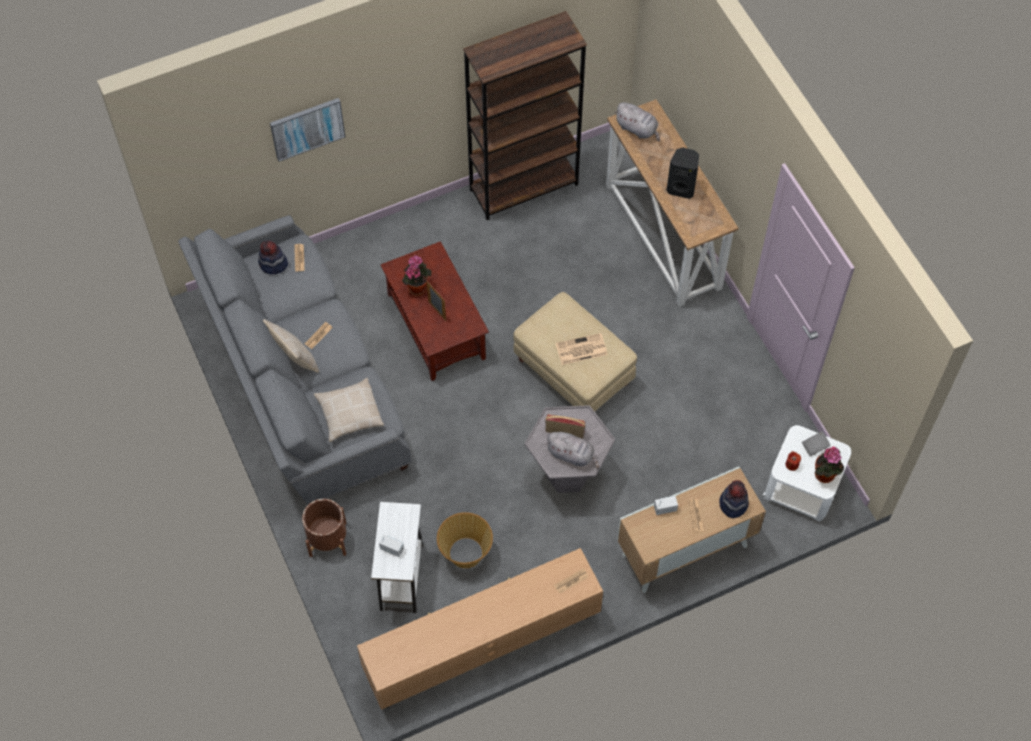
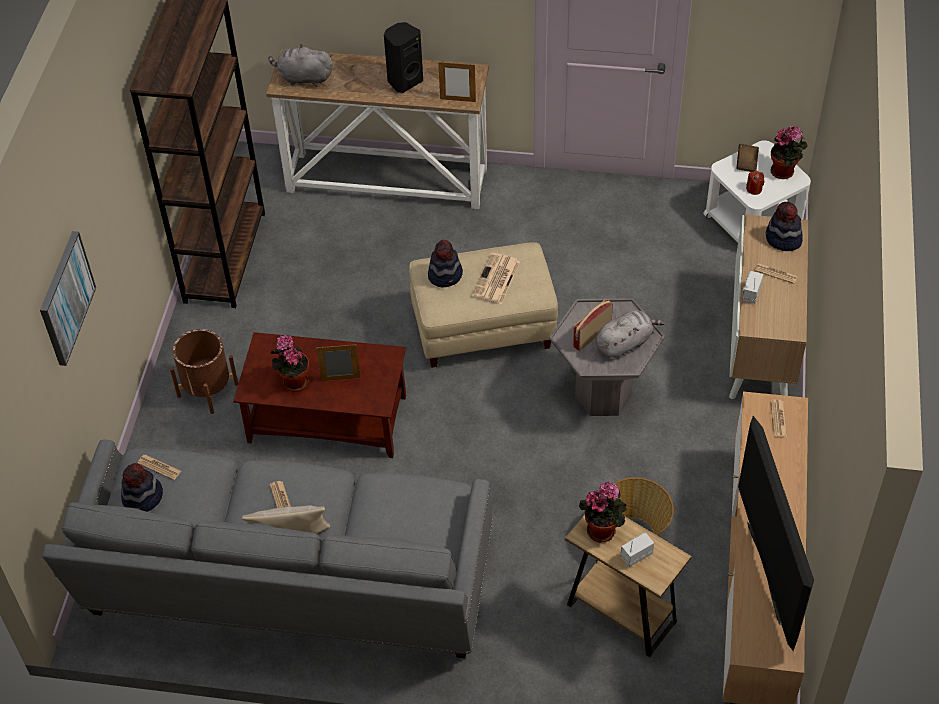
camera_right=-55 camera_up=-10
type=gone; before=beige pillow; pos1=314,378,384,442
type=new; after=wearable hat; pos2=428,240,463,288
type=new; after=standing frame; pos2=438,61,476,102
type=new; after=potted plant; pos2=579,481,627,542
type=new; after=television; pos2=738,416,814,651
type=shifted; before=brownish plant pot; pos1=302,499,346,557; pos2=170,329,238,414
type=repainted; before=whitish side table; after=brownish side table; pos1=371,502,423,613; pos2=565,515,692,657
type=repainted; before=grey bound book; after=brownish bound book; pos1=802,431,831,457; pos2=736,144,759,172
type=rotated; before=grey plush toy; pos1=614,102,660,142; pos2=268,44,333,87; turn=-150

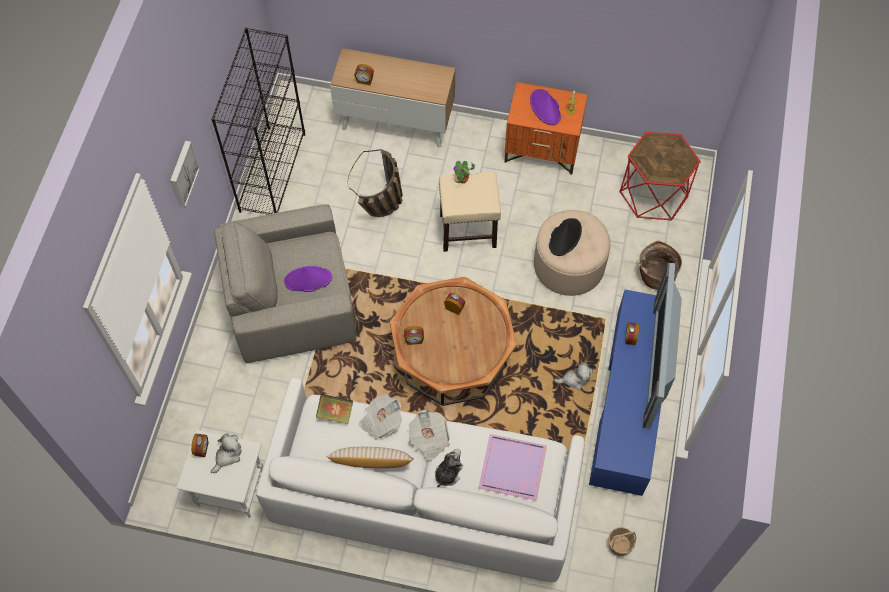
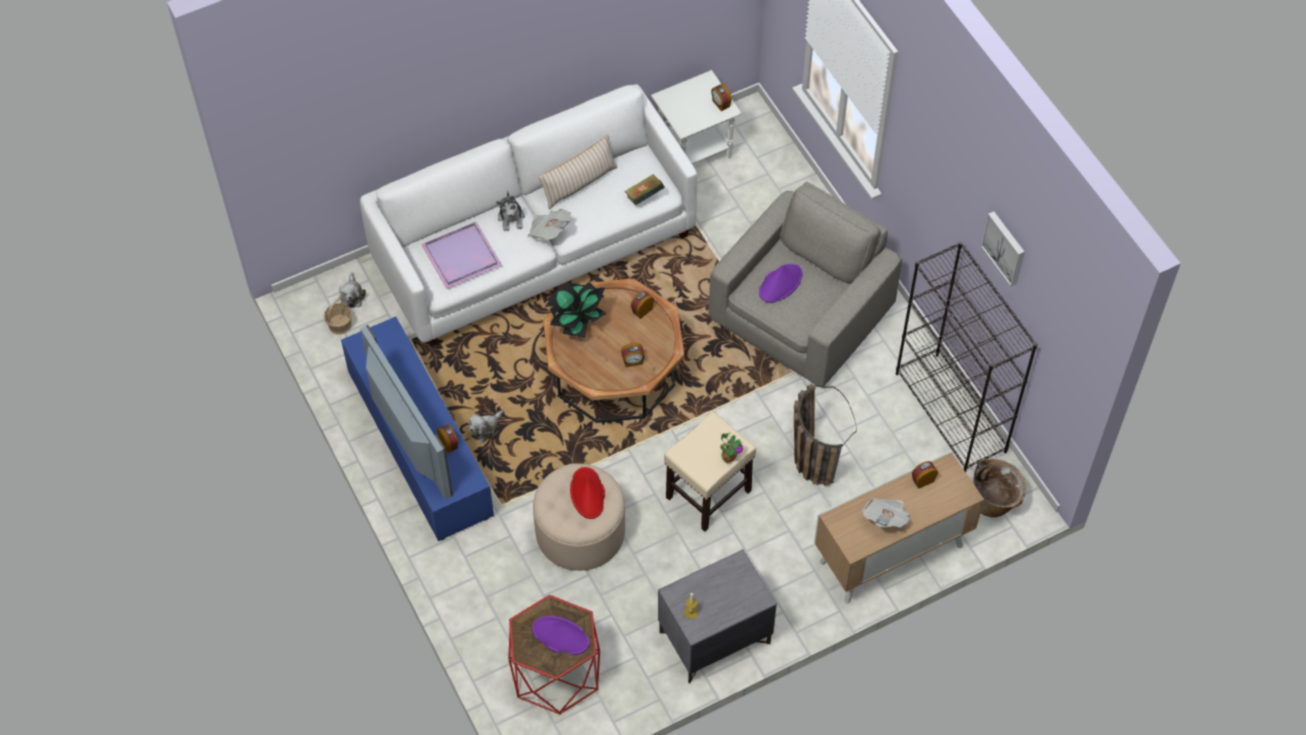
camera_right=140 camera_up=-5
type=new; after=potted plant; pos2=547,281,606,338
type=shifted; before=wall picture; pos1=170,141,200,207; pos2=981,211,1025,286
type=shifted; before=plush toy; pos1=211,433,242,473; pos2=339,272,366,308
type=shifted; before=daily paper; pos1=359,394,402,440; pos2=862,498,910,527
type=shifted; before=purple-coloured wearable hat; pos1=530,89,561,125; pos2=532,616,589,655
type=shifted; before=household basket; pos1=639,241,682,290; pos2=973,459,1026,518
type=repainted; before=orange night table; after=grey night table; pos1=504,82,588,175; pos2=658,549,777,684
type=repainted; before=black-coloured wearable hat; after=reddish wearable hat; pos1=549,218,582,256; pos2=570,467,605,519

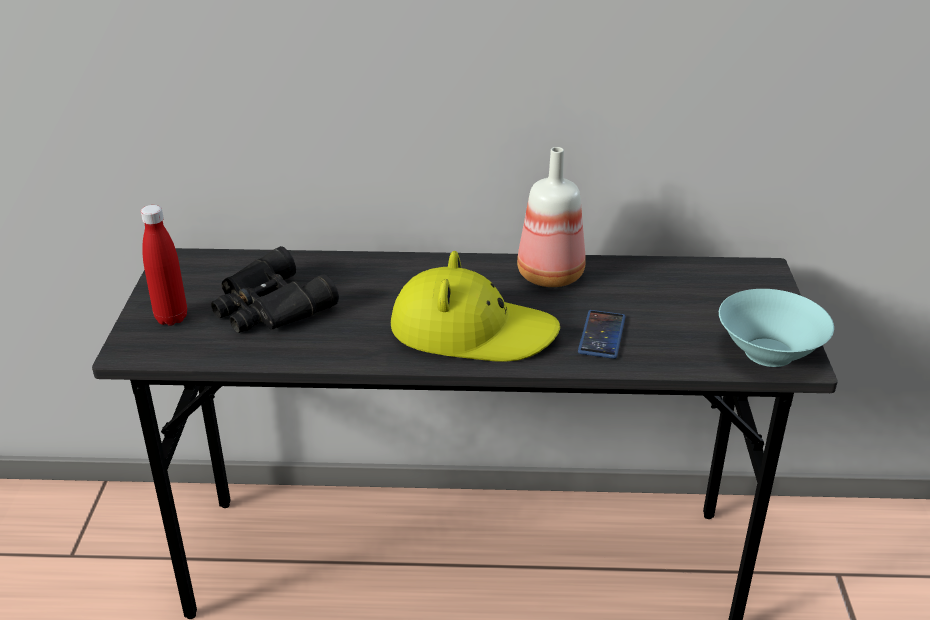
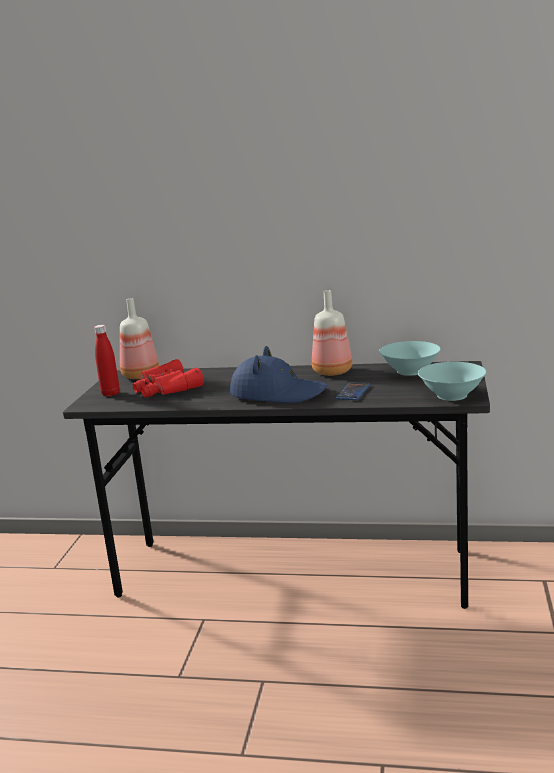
camera_right=10 camera_up=-15
type=new; after=bottle; pos2=120,298,159,379
type=new; after=turquoise-coloured serving bowl; pos2=379,341,441,376
type=repainted; before=black-coloured binoculars; after=reddish binoculars; pos1=211,246,339,333; pos2=132,359,204,397
type=repainted; before=yellowish wearable hat; after=blue-coloured wearable hat; pos1=391,251,560,362; pos2=230,346,328,403

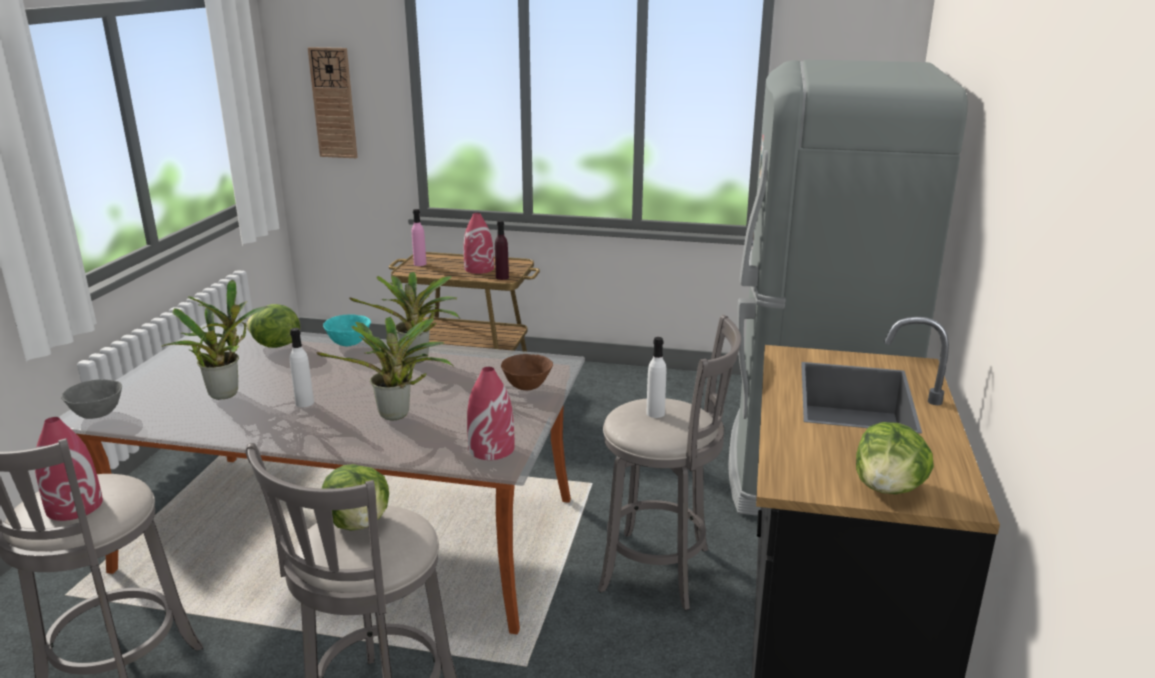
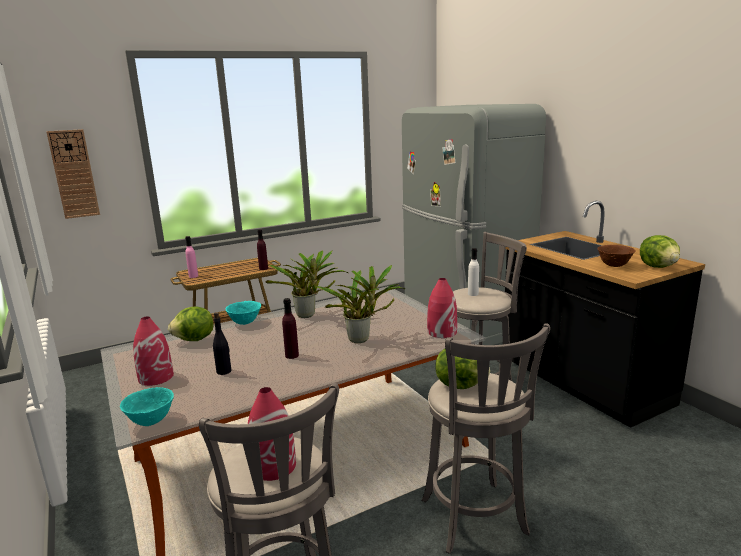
camera_right=-40 camera_up=-5
type=shifted; before=reddish flower vase; pos1=464,213,494,274; pos2=133,317,174,386
type=shifted; before=brownish serving bowl; pos1=501,354,553,390; pos2=597,245,635,267
type=swapped; before=potted plant; after=black-coloured bottle; pos1=161,280,268,400; pos2=213,312,231,375
type=repainted; before=grey serving bowl; after=turquoise-coloured serving bowl; pos1=61,379,122,419; pos2=120,387,174,426
type=repainted; before=whitish bottle; after=purple-coloured bottle; pos1=290,328,314,407; pos2=282,298,299,359

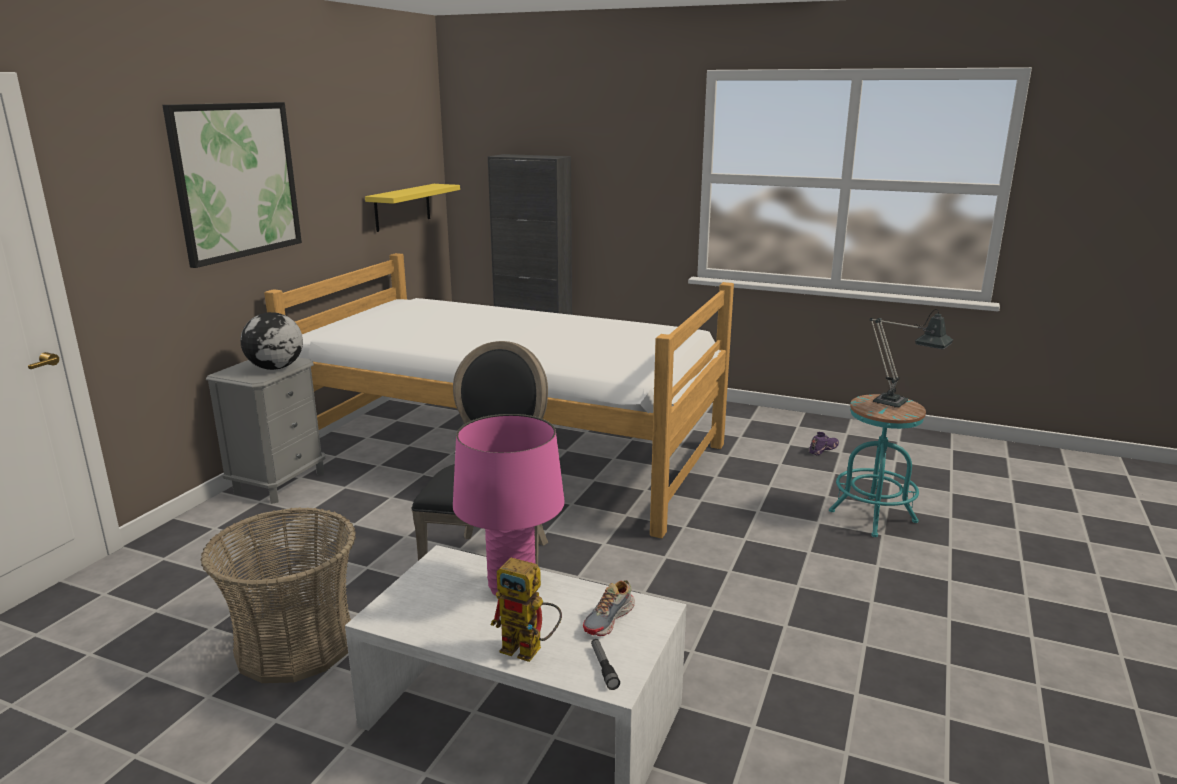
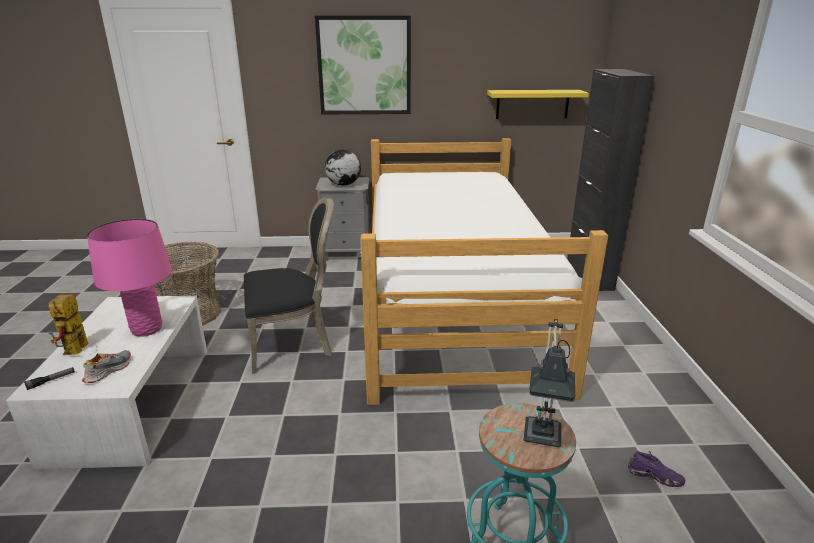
camera_right=65 camera_up=5
type=rotated; before=item of footwear; pos1=583,580,635,636; pos2=82,350,131,383; turn=105

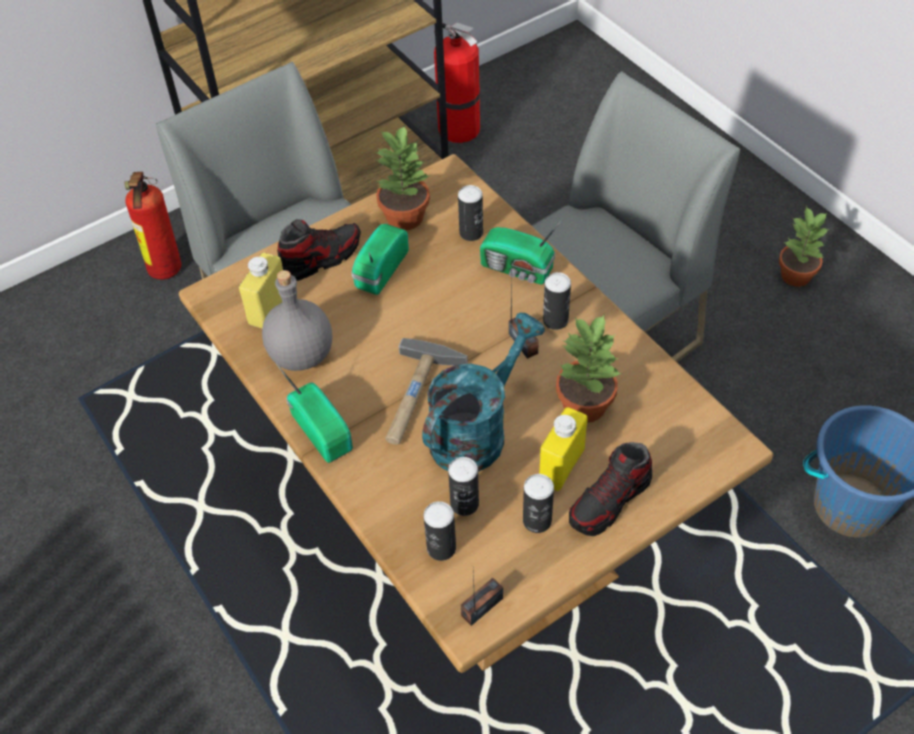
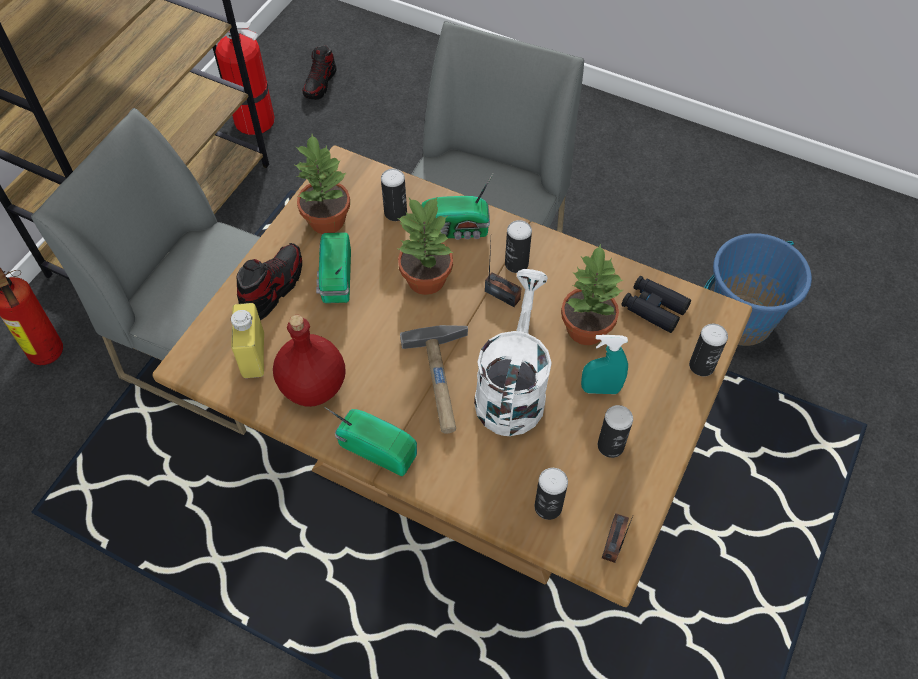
camera_right=-30 camera_up=5
type=new; after=black-coloured binoculars; pos2=621,276,691,333
type=shifted; before=sealed can; pos1=448,457,479,516; pos2=689,324,728,376
type=shifted; before=item of footwear; pos1=569,442,652,536; pos2=302,45,336,100
type=shifted; before=potted plant; pos1=779,206,829,287; pos2=397,196,454,295
type=swapped; before=yellowish bottle; after=turquoise-coloured sprayer; pos1=539,407,587,491; pos2=581,335,628,394
type=repainted; before=grey bottle; after=reddish bottle; pos1=262,270,332,371; pos2=273,315,345,407
type=repainted; before=turquoise-coloured watering pot; after=whitish watering pot; pos1=422,313,545,472; pos2=474,269,552,436

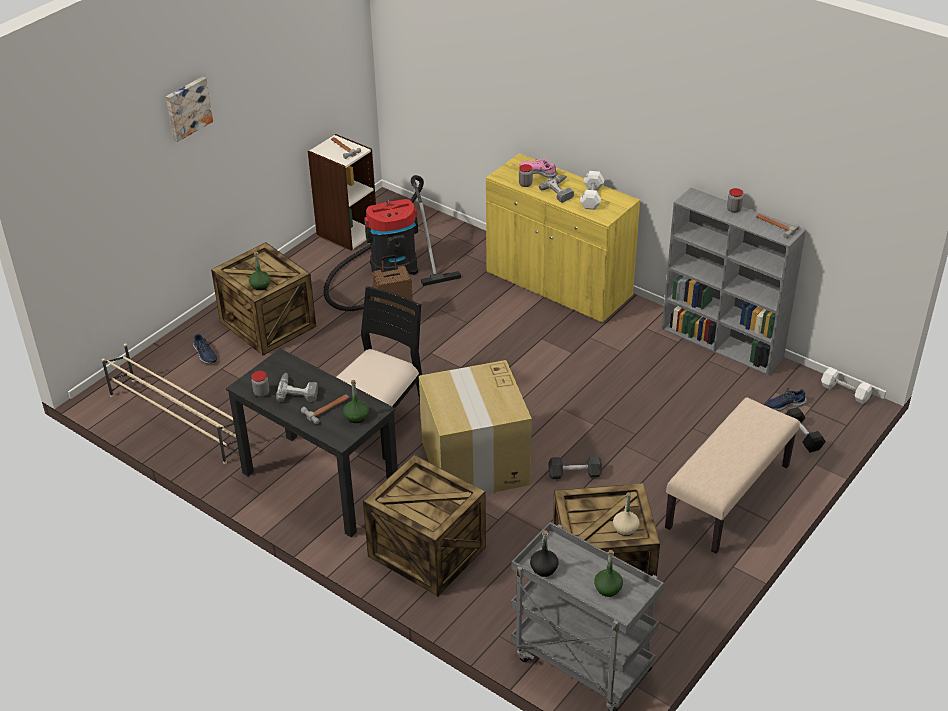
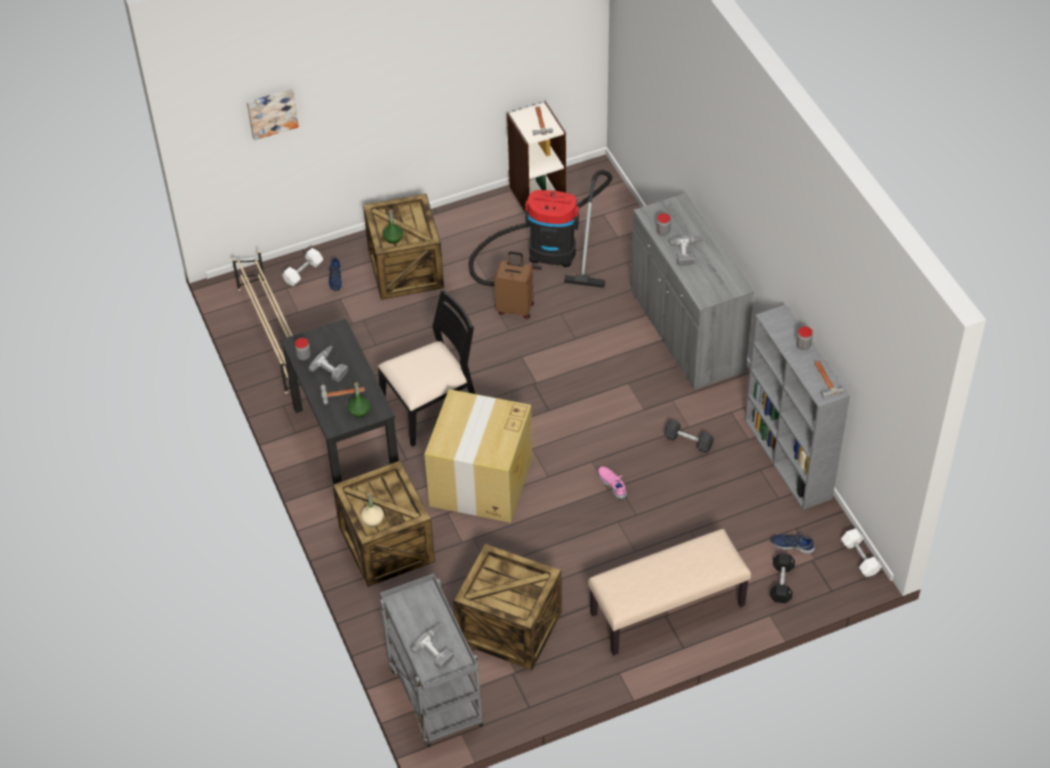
camera_right=30 camera_up=10
type=gone; before=black-coloured bottle; pos1=530,530,559,577
type=shifted; before=wall picture; pos1=166,77,213,142; pos2=247,89,299,140
type=shifted; before=pink-coloured item of footwear; pos1=520,158,557,178; pos2=598,467,627,499
type=shifted; before=black-coloured free weight; pos1=549,456,602,479; pos2=664,420,714,453
type=shifted; before=whitish free weight; pos1=580,171,604,210; pos2=282,248,323,286
type=shifted; before=beige bottle; pos1=613,492,640,536; pos2=361,492,384,527
type=swapped; before=green-coloured bottle; after=power drill; pos1=594,550,623,597; pos2=411,624,454,670
type=repainted; before=yellowish storage cabinet; after=grey storage cabinet; pos1=486,153,640,323; pos2=631,193,754,390

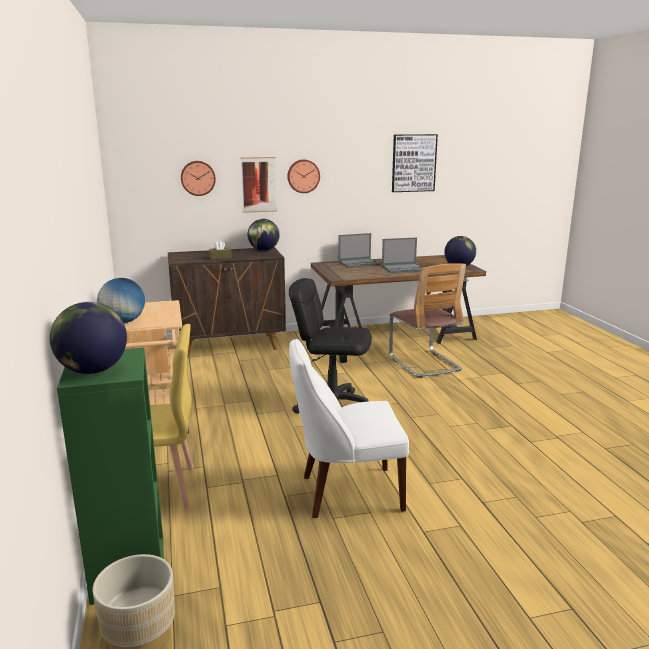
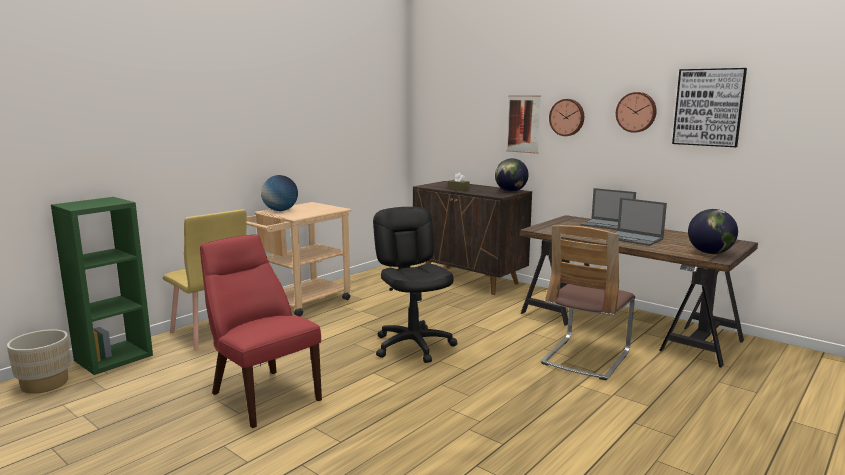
camera_right=55 camera_up=-5
type=gone; before=desk globe; pos1=50,302,127,374
type=shifted; before=wall clock; pos1=181,161,216,196; pos2=616,92,657,133
type=repainted; before=whitish chair; after=reddish chair; pos1=289,339,409,518; pos2=200,235,322,428

